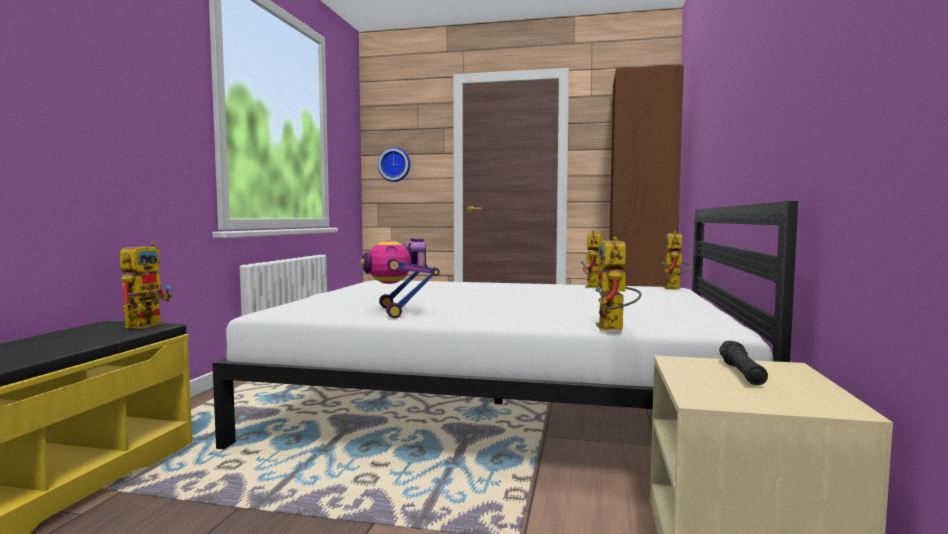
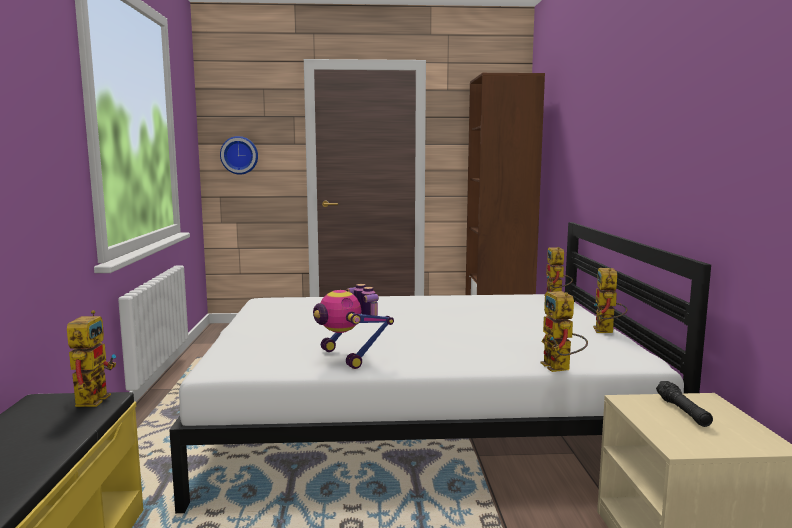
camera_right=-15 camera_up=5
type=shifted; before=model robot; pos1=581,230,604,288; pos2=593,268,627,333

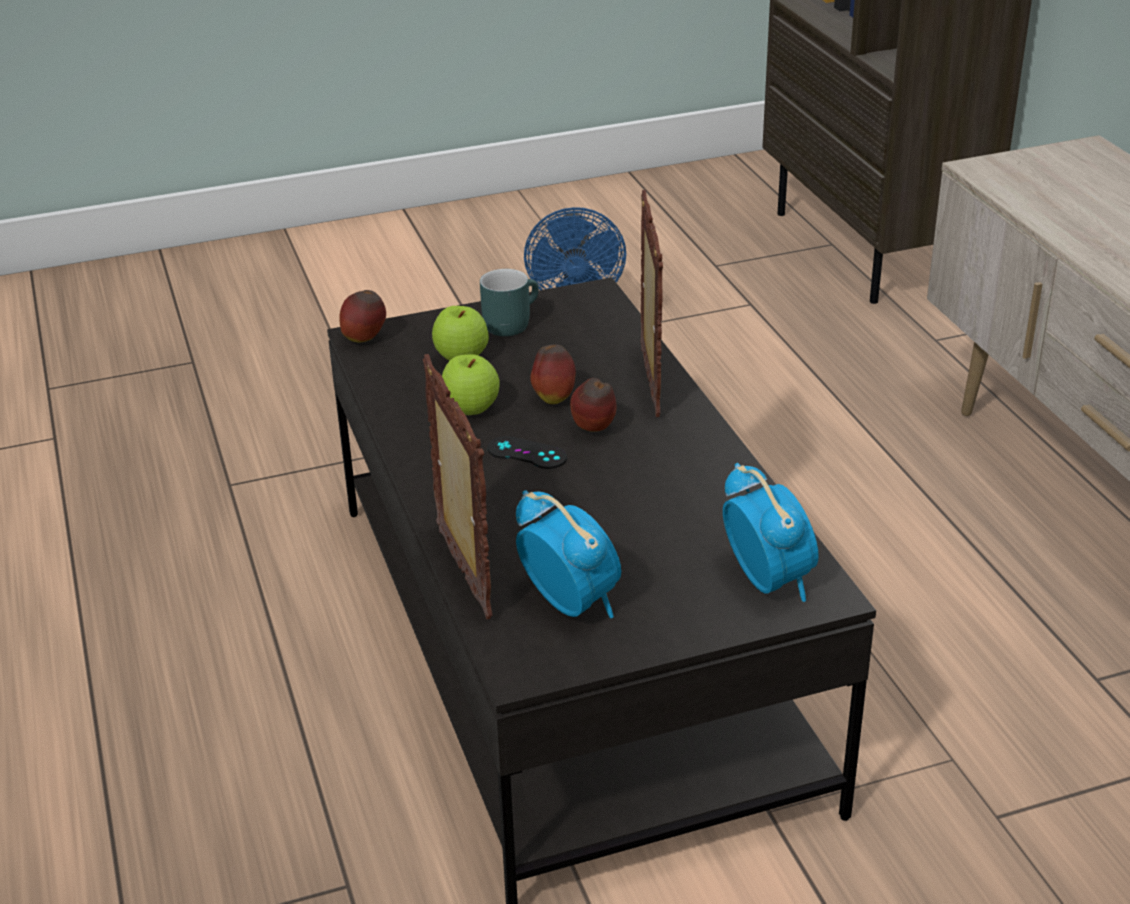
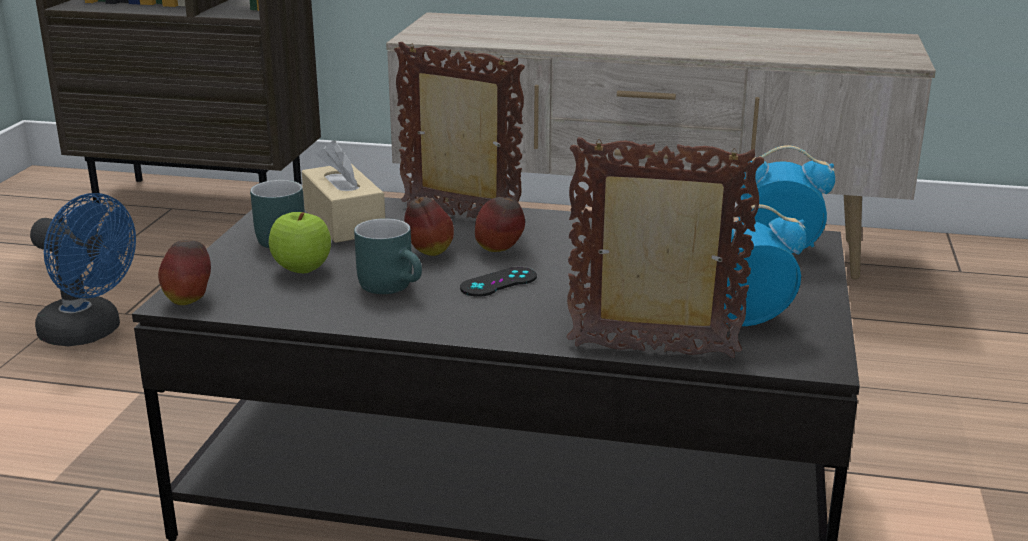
camera_right=-60 camera_up=-10
type=new; after=beige box of tissues; pos2=302,140,385,243
type=swapped; before=apple fruit; after=turquoise-coloured coffee mug; pos1=442,354,500,415; pos2=354,218,422,294

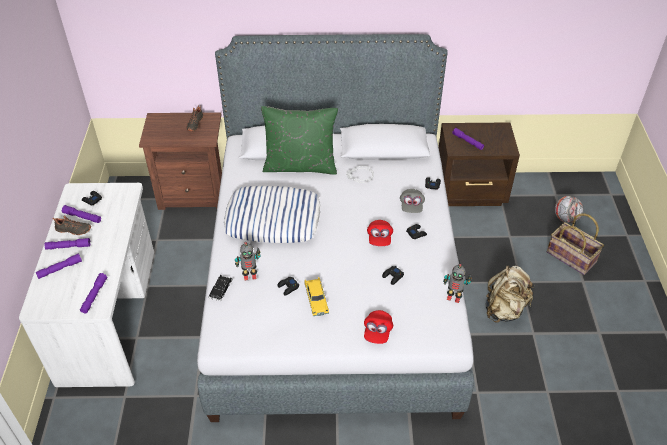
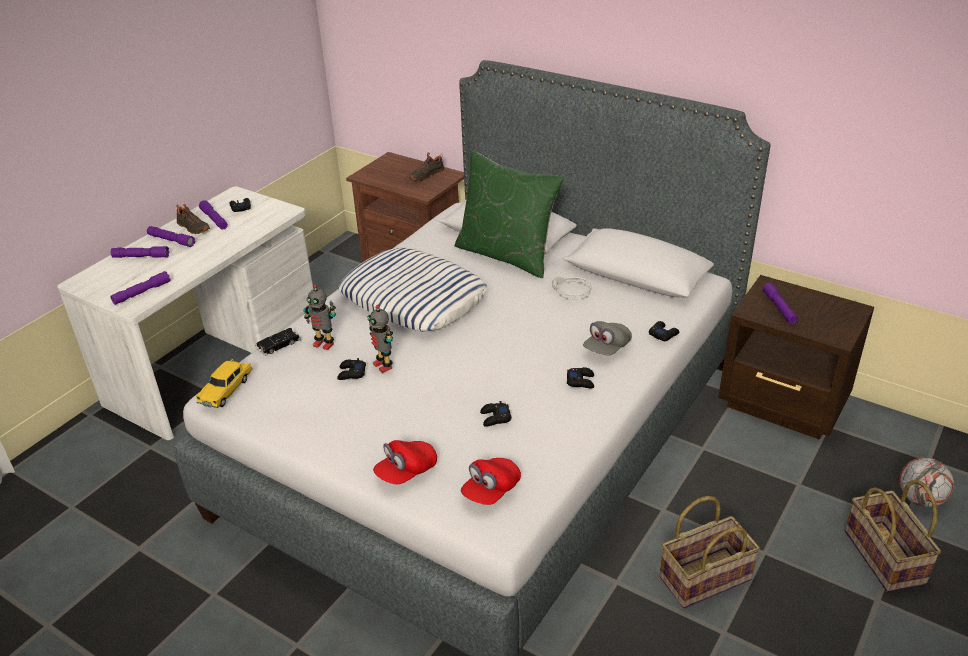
camera_right=35 camera_up=-10
type=shifted; before=yellowish model car; pos1=304,277,329,316; pos2=196,359,253,408
type=shifted; before=reddish peaked cap; pos1=367,220,393,246; pos2=461,458,521,505
type=shifted; before=model robot; pos1=443,264,472,303; pos2=367,305,393,373
type=swapped; before=beige rucksack; after=household basket; pos1=486,266,534,323; pos2=659,496,760,608

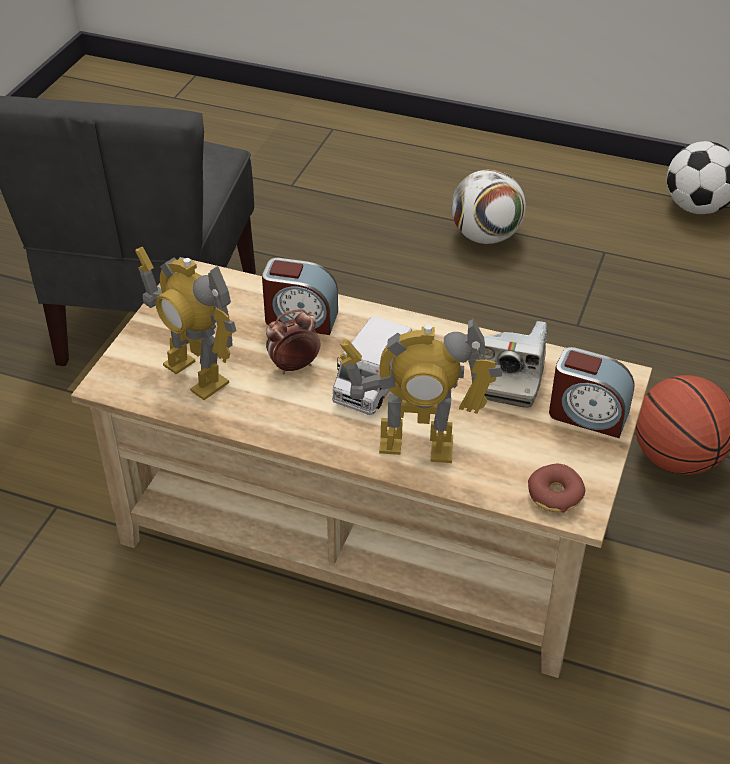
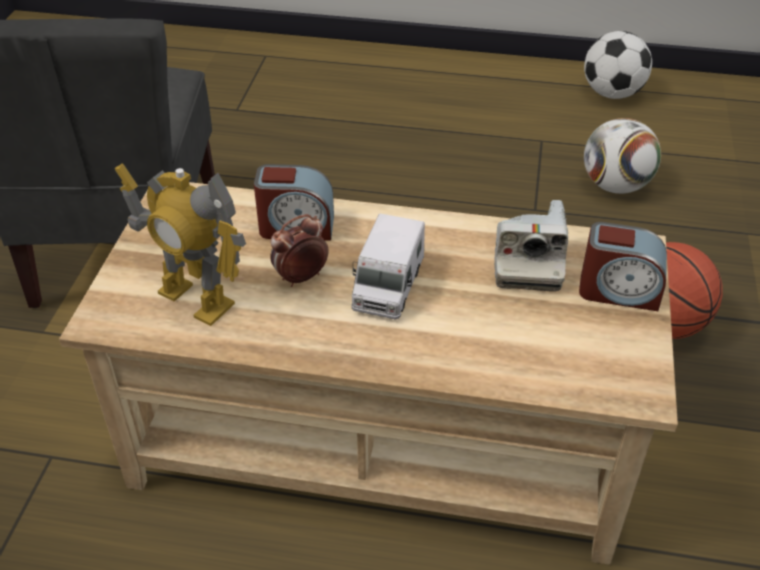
camera_right=-10 camera_up=0
type=gone; before=model robot; pos1=340,318,502,463
type=gone; before=donut; pos1=528,464,585,513
type=shifted; before=football; pos1=451,169,526,244; pos2=584,118,661,194

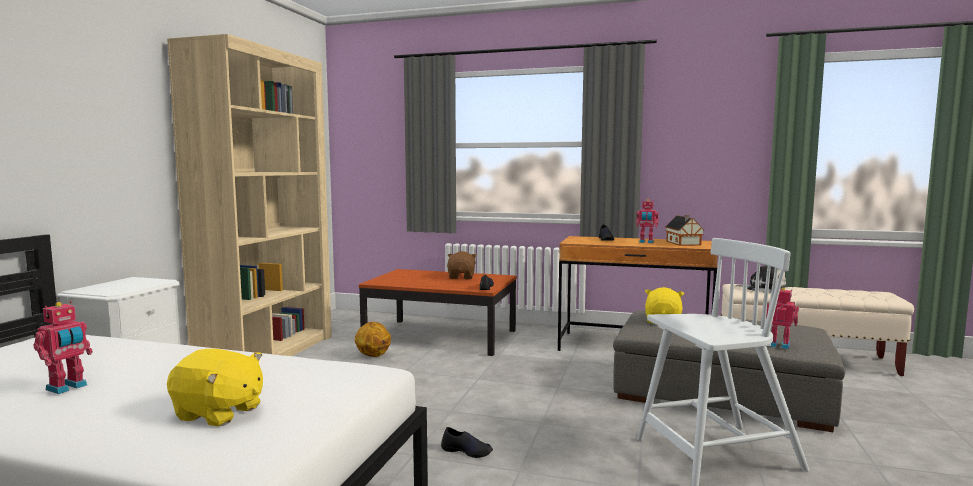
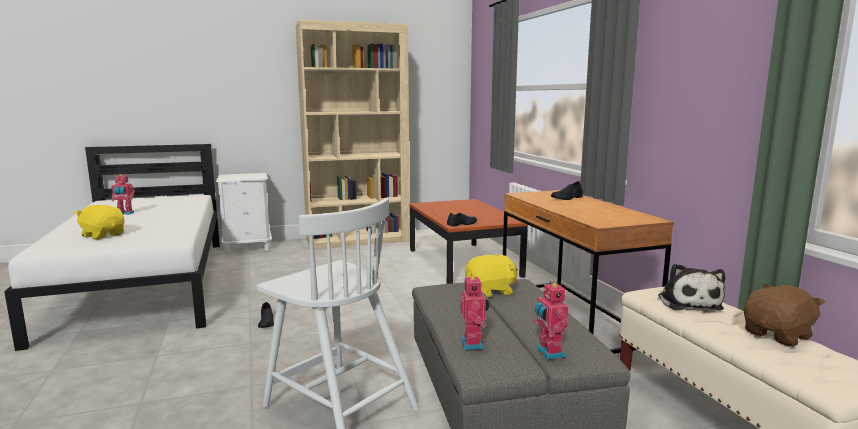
camera_right=55 camera_up=5
type=gone; before=ball for basketball; pos1=355,322,391,357
type=gone; before=model house; pos1=665,215,705,246
type=shifted; before=brownish plush toy; pos1=447,251,477,279; pos2=744,283,826,347
type=shifted; before=model robot; pos1=636,199,659,243; pos2=534,281,569,359
type=rotated; before=yellowish plush toy; pos1=167,349,263,426; pos2=74,205,124,239; turn=135

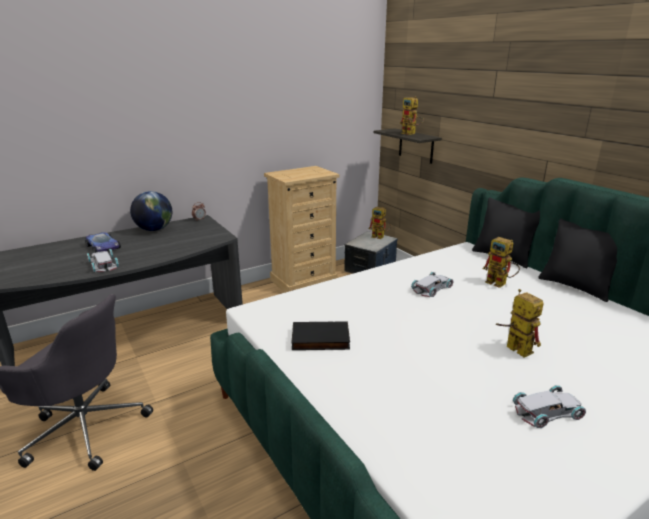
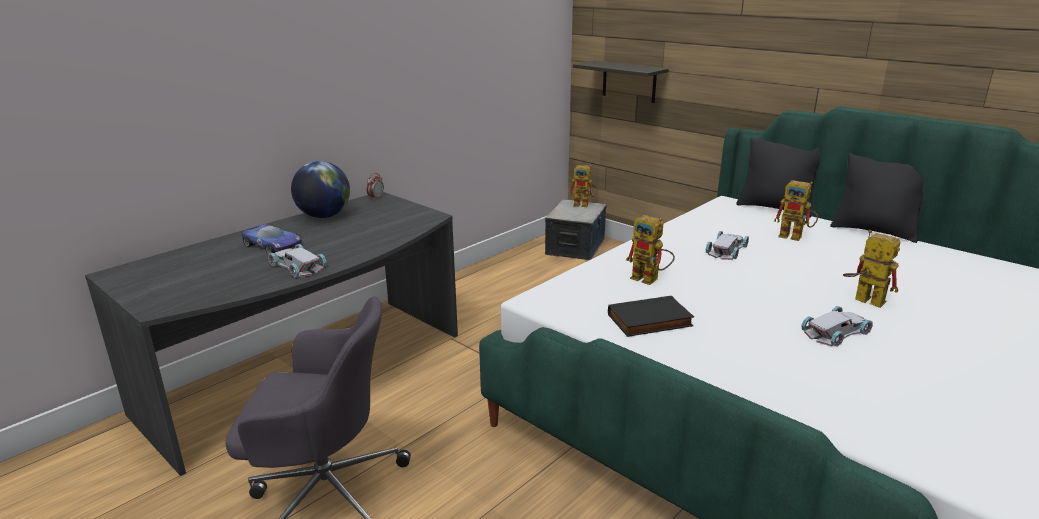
camera_right=-15 camera_up=0
type=gone; before=beige dresser; pos1=264,166,340,293
type=shifted; before=model robot; pos1=400,96,424,135; pos2=626,215,675,285
type=shifted; before=whitish model car; pos1=513,385,586,428; pos2=801,306,873,346

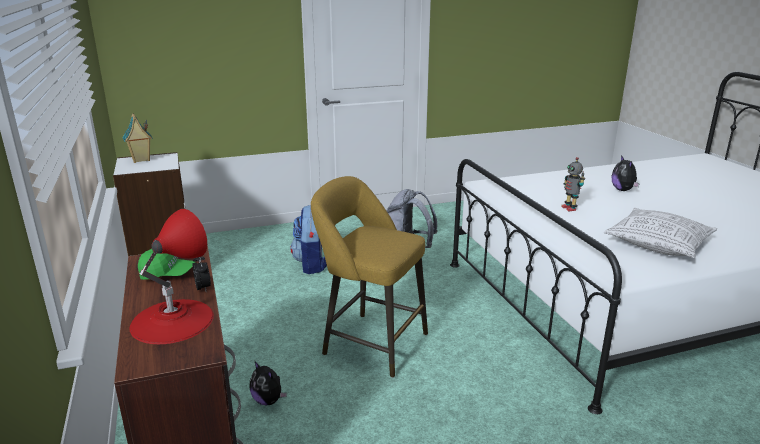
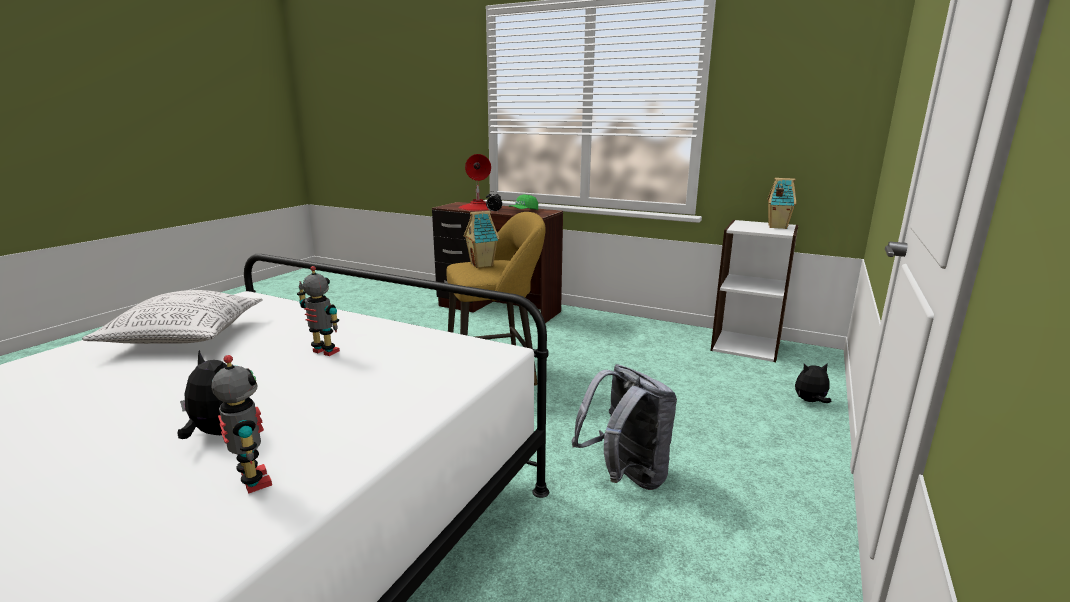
camera_right=135 camera_up=-5
type=gone; before=rucksack; pos1=291,205,327,274
type=new; after=model robot; pos2=211,355,272,494
type=new; after=model house; pos2=464,211,499,268
type=shifted; before=plush toy; pos1=249,361,287,405; pos2=795,364,831,403

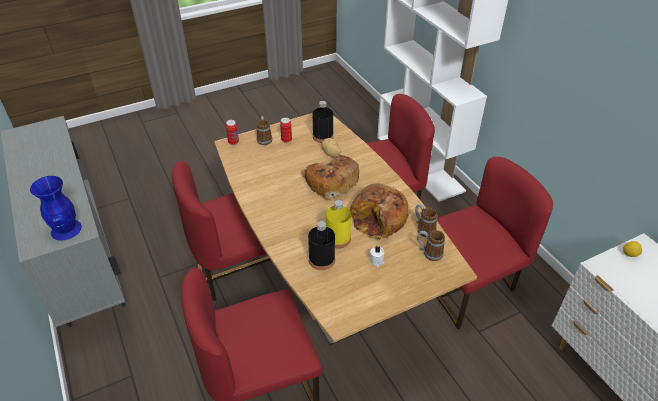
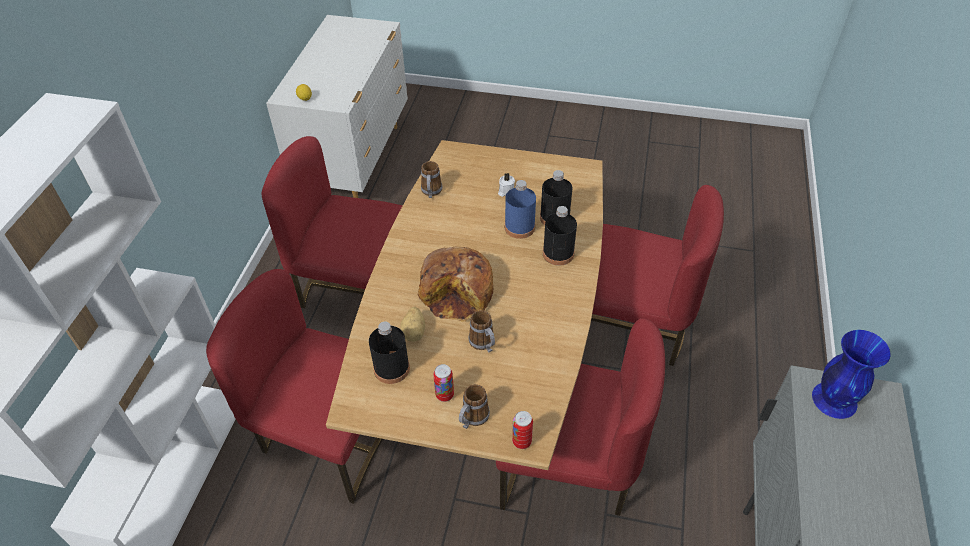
camera_right=-140 camera_up=5
type=gone; before=bakery bread; pos1=350,183,409,240
type=new; after=black-coloured bottle; pos2=543,206,577,266
type=shifted; before=coffee mug; pos1=417,230,445,261; pos2=468,310,495,352
type=repainted; before=yellowish bottle; after=blue-coloured bottle; pos1=326,200,351,248; pos2=505,180,536,239

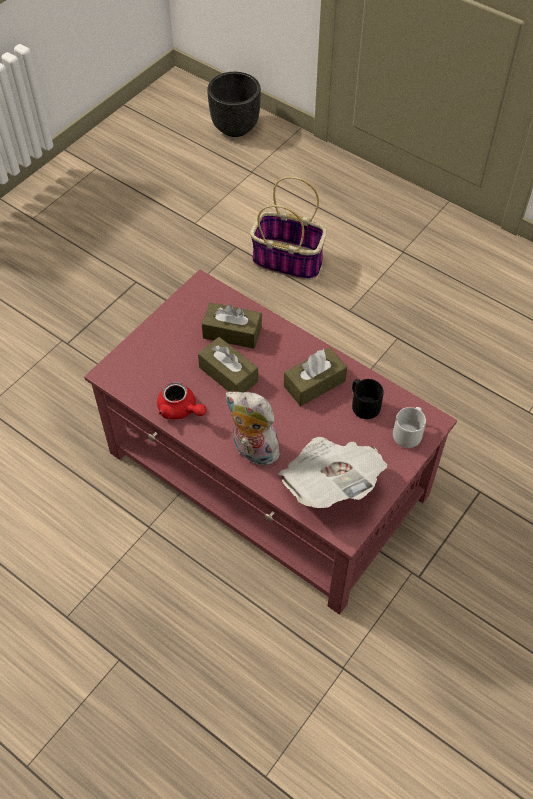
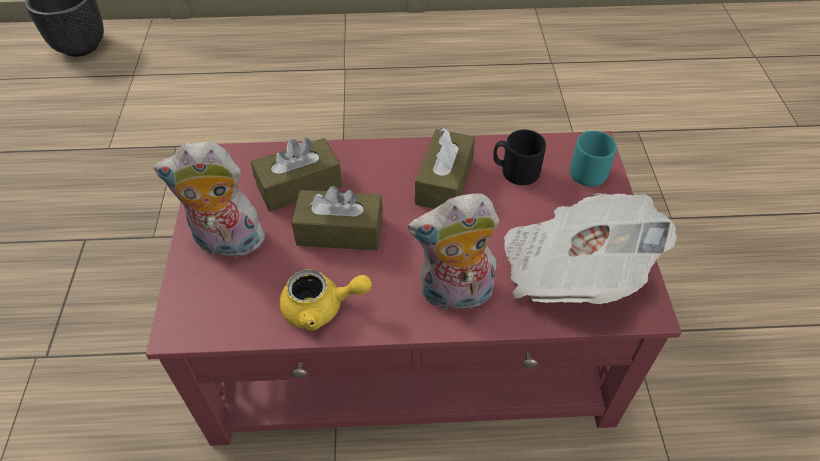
camera_right=-40 camera_up=-5
type=gone; before=household basket; pos1=250,176,326,280
type=new; after=plush toy; pos2=153,142,267,262
type=repainted; before=reddish tea pot; after=yellowish tea pot; pos1=157,382,207,419; pos2=279,269,372,331
type=repainted; before=grey coffee mug; after=turquoise-coloured coffee mug; pos1=393,407,426,448; pos2=570,131,617,187

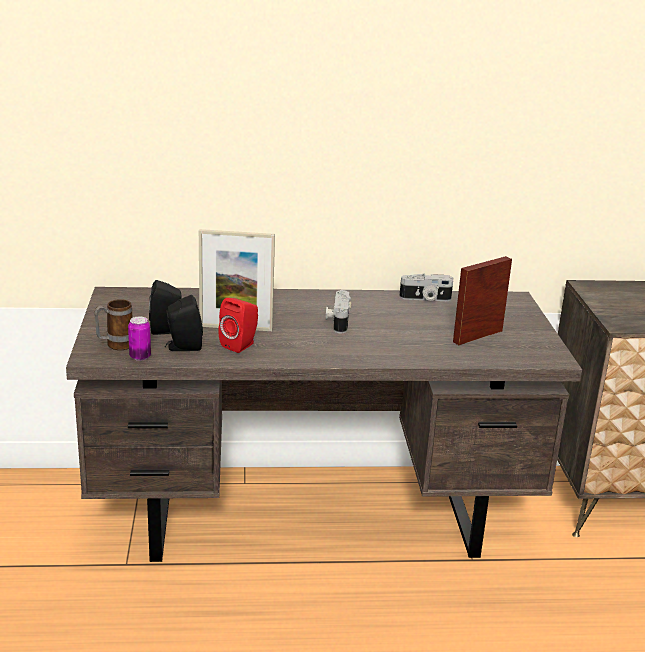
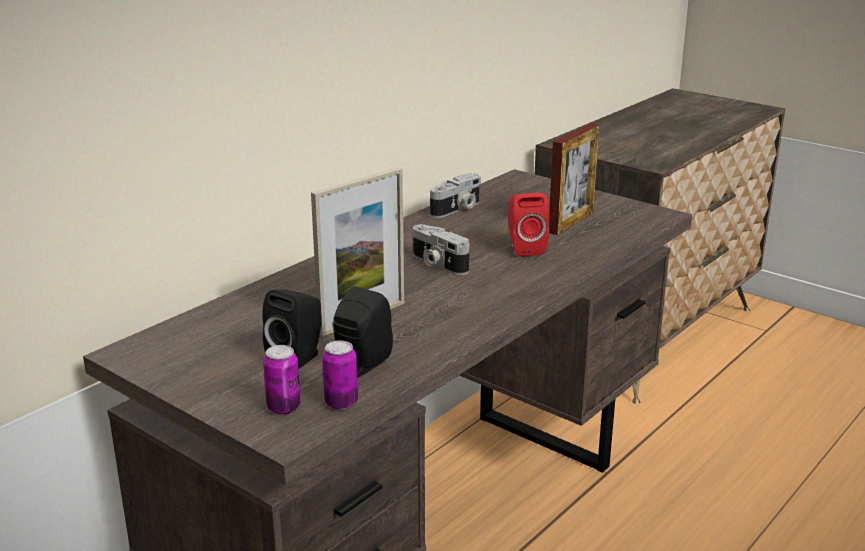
camera_right=-45 camera_up=0
type=shifted; before=reddish audio speaker; pos1=218,298,258,353; pos2=508,193,550,257
type=swapped; before=coffee mug; after=sealed can; pos1=94,299,133,350; pos2=263,345,300,414
type=rotated; before=standing frame; pos1=453,256,512,345; pos2=549,124,600,235; turn=-150

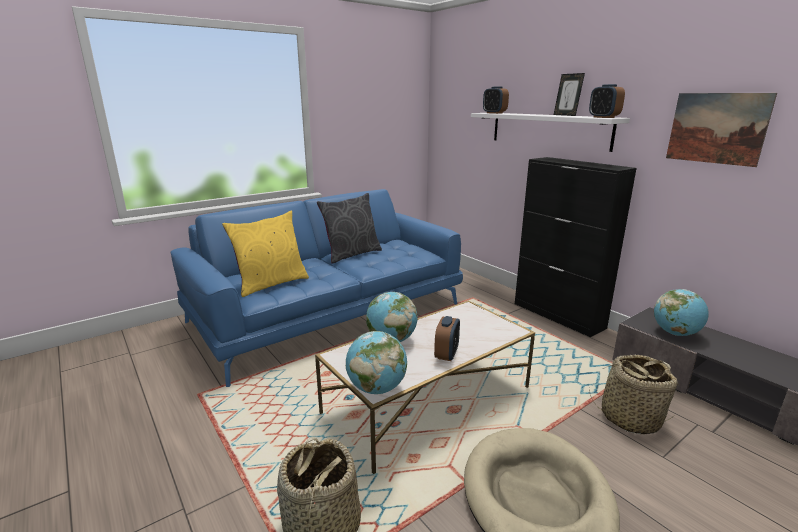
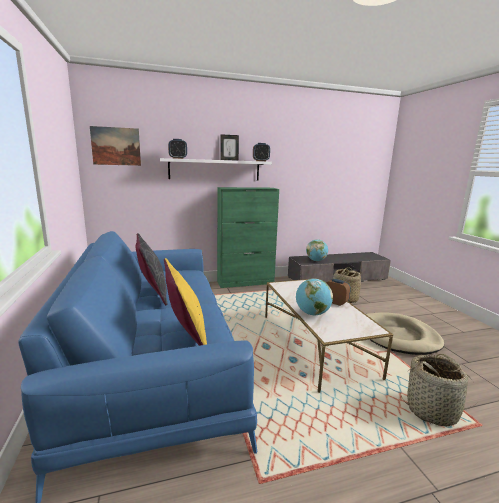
camera_right=-70 camera_up=-5
type=gone; before=desk globe; pos1=346,331,407,394
type=shifted; before=wall picture; pos1=666,93,777,167; pos2=90,126,141,166
type=repainted; before=black-coloured storage cabinet; after=green-coloured storage cabinet; pos1=515,157,637,337; pos2=217,187,279,288

